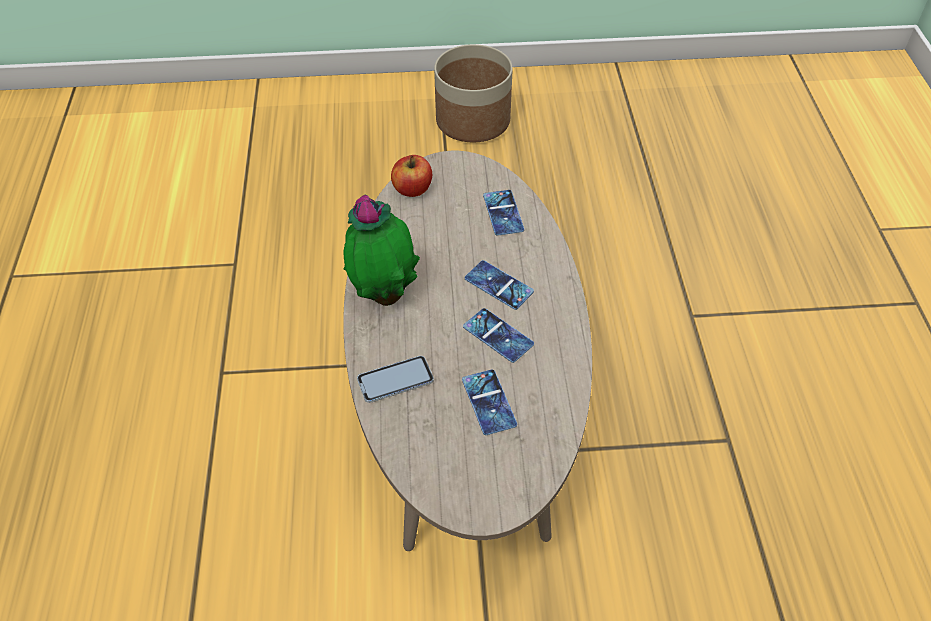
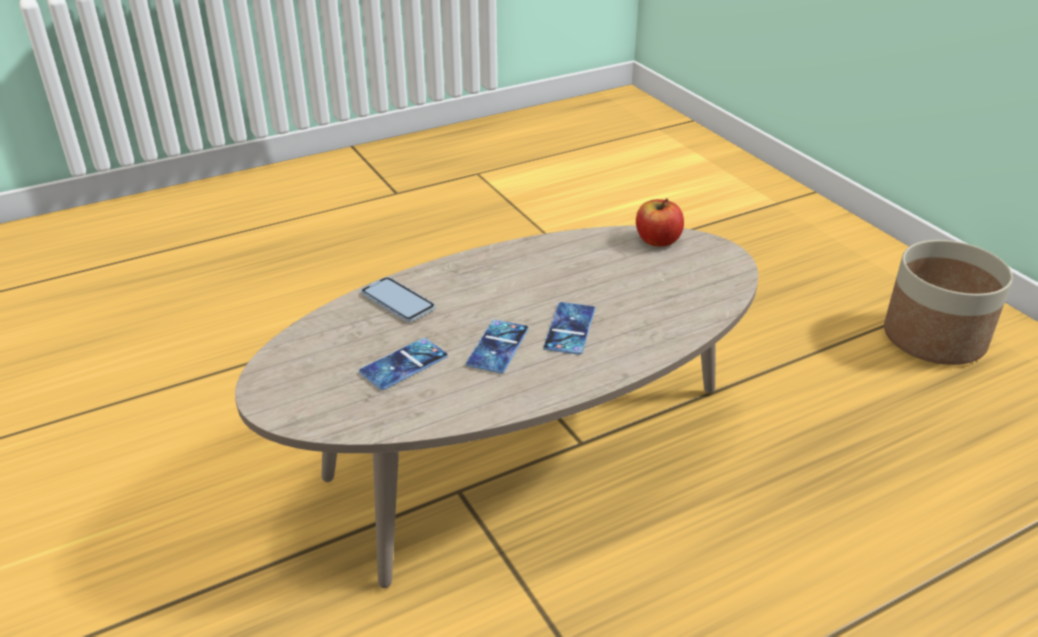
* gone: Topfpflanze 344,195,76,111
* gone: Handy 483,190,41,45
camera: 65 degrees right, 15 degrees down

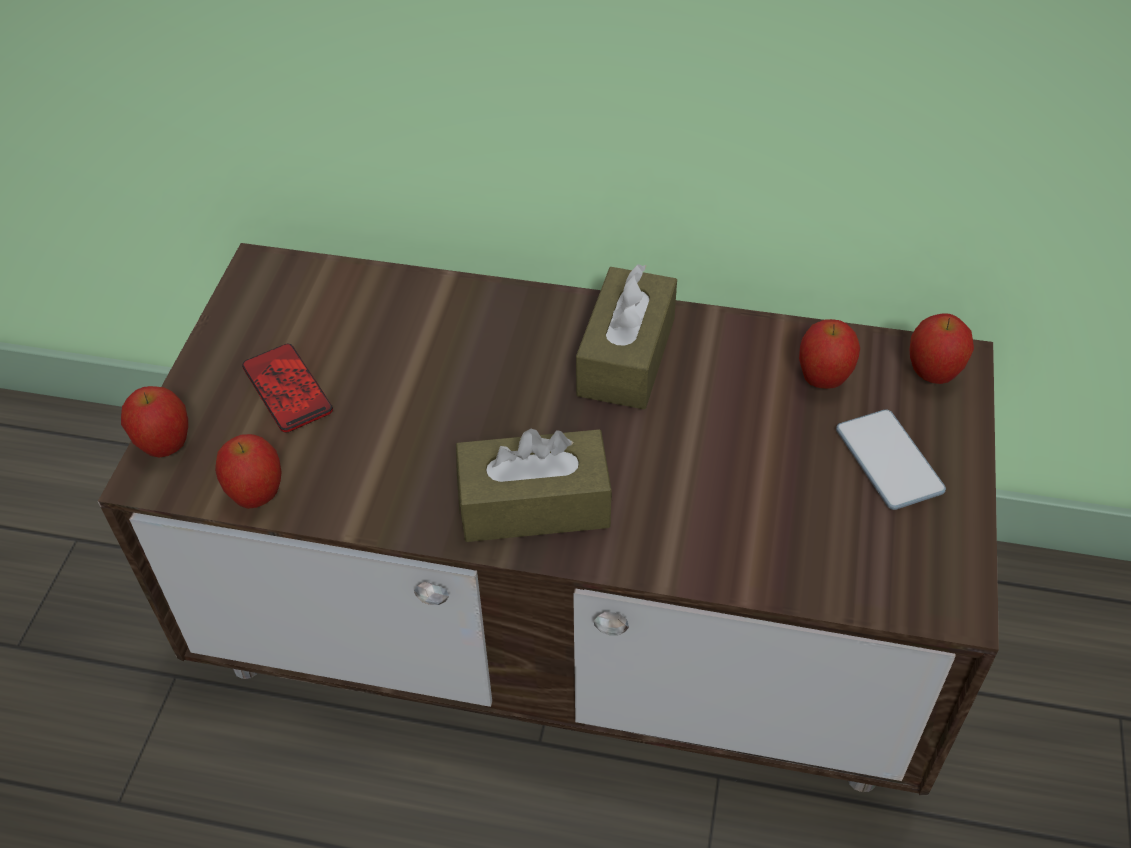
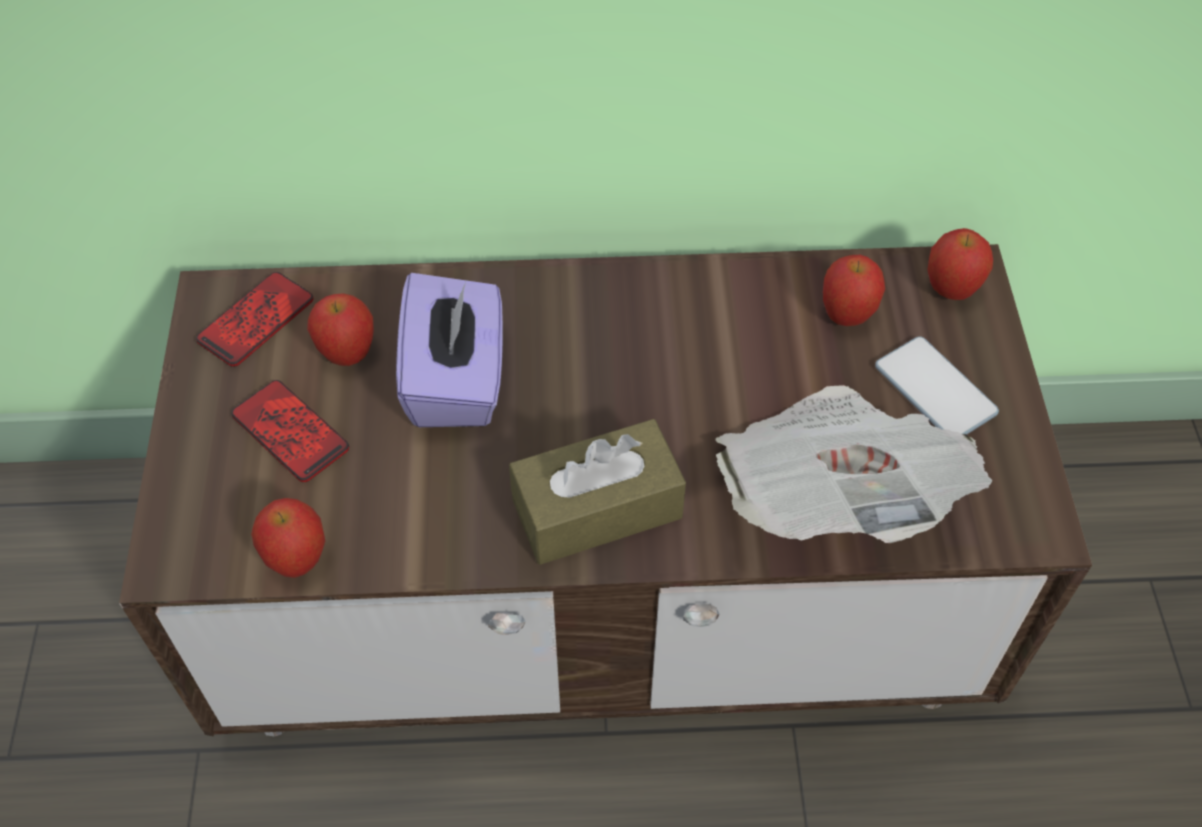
* new: Handy 196,272,118,95
* shifted: Apfel 121,386,67,71 to 307,294,67,72
* new: Taschentuchbox (lila) 396,273,107,154
* new: Zeitung 716,385,276,158
* gone: Taschentuchbox (braun) 576,264,101,145
camera: 15 degrees left, 5 degrees up

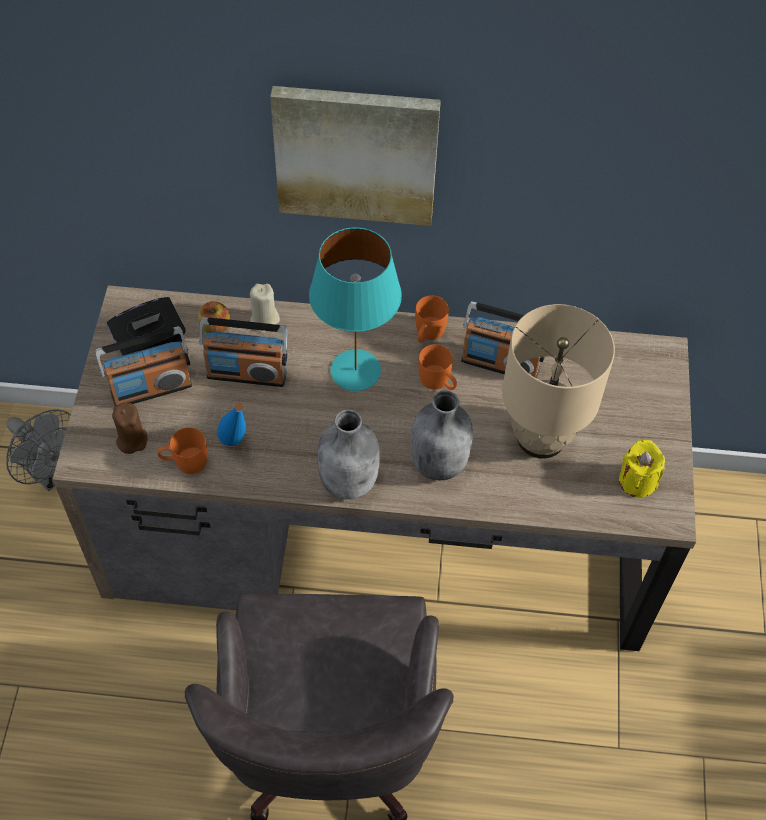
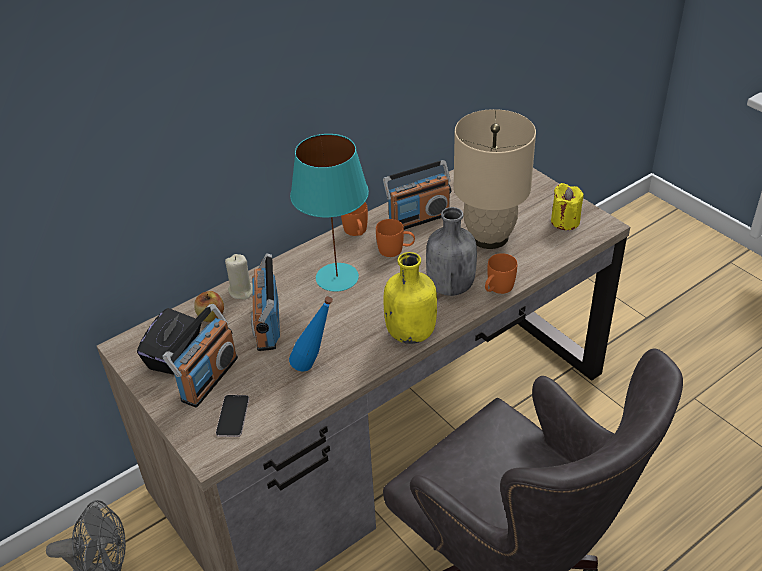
* swapped: Kerze (braun) 112,403,36,51 to Handy 216,395,33,42
* rotated: Radio 199,317,89,70 = 251,253,29,98 120 degrees clockwise
* repainted: Flasche (grau) 317,410,63,89 to Flasche (gelb) 383,252,54,92
* shifted: Henkelbecher (orange) 157,427,50,47 to 485,253,32,41
* gone: Bild 270,86,171,140
camera: 40 degrees left, 15 degrees down

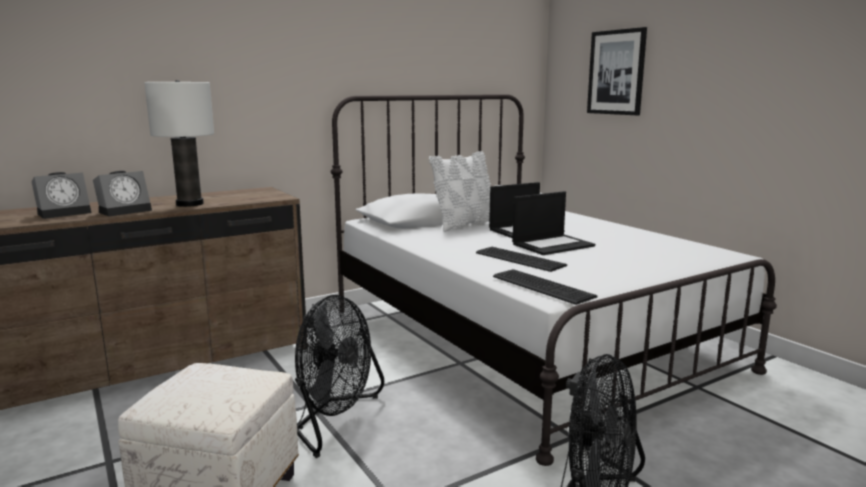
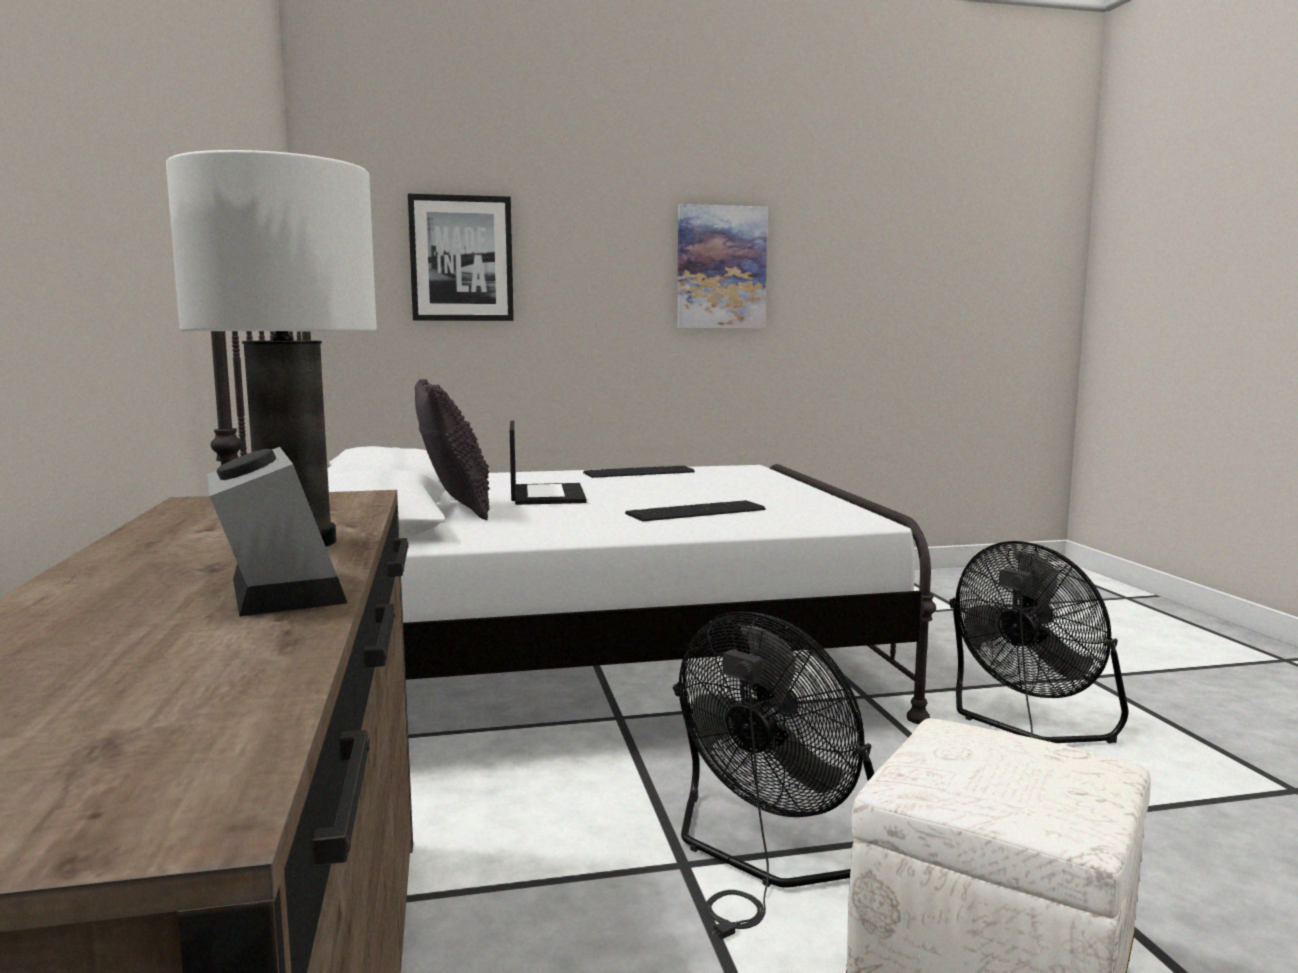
* repainted: Kissen (weiß) 429,151,62,81 to Kissen (schwarz) 415,379,75,141
* shifted: Tastatur 493,269,105,36 to 583,466,112,12
* new: Bild 677,204,91,124
* gone: Wecker 31,172,60,47
* gone: Laptop 512,191,83,64
camera: 70 degrees left, 5 degrees down

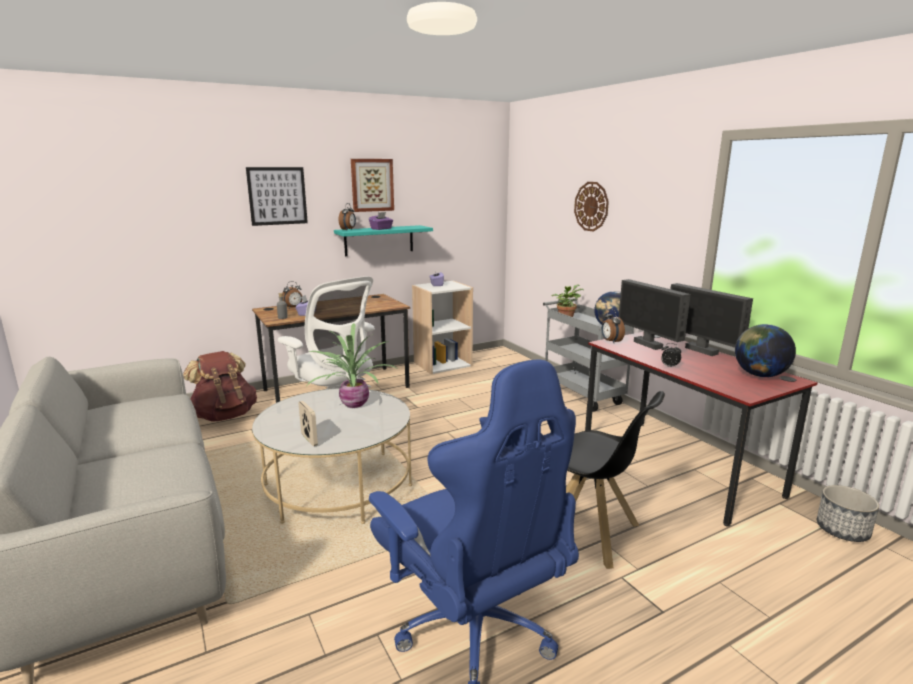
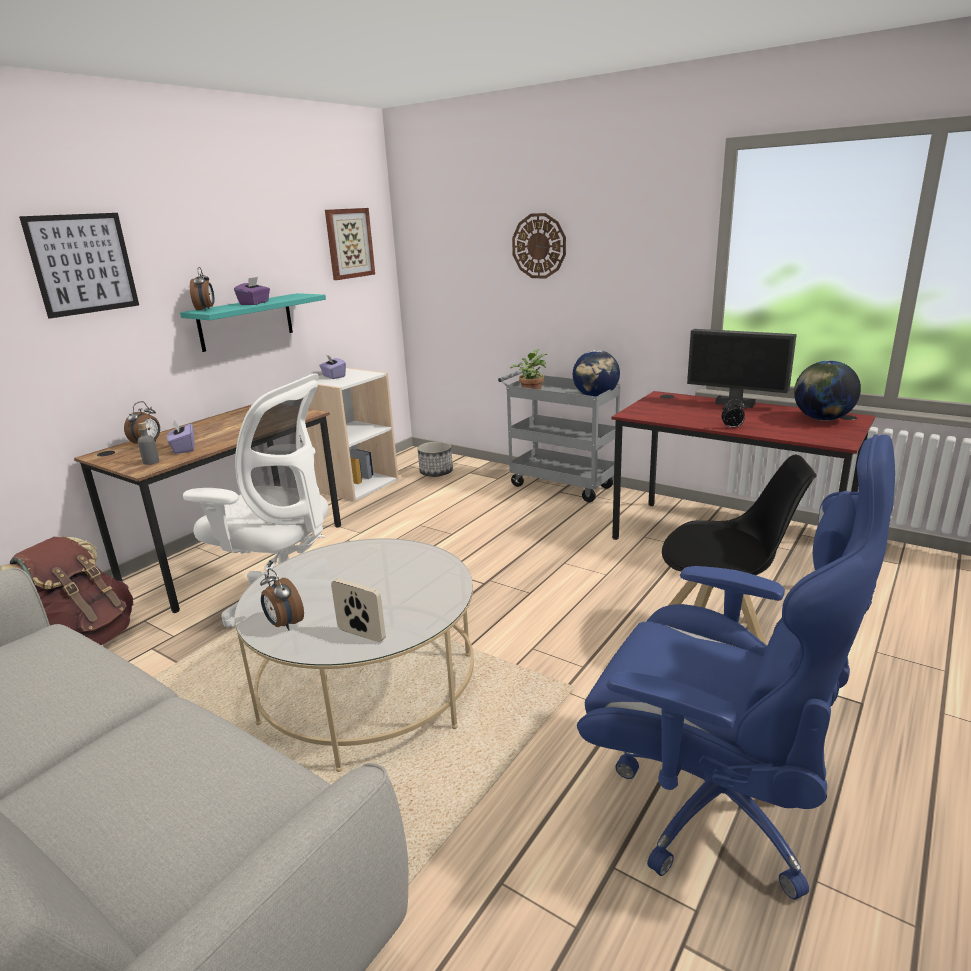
* shifted: Wecker 602,309,23,34 to 260,568,44,62
* shifted: Bild 351,159,43,53 to 325,208,50,72
* shifted: Pflanzkübel 817,485,62,57 to 417,442,36,35
* gone: Topfpflanze 307,323,90,85
* gone: Monitor 619,279,72,71
camera: 25 degrees left, 5 degrees up

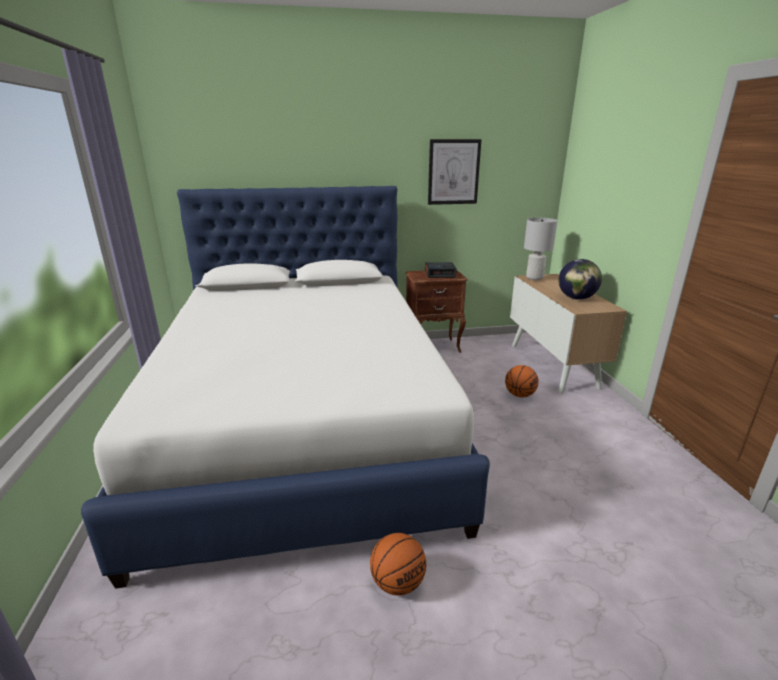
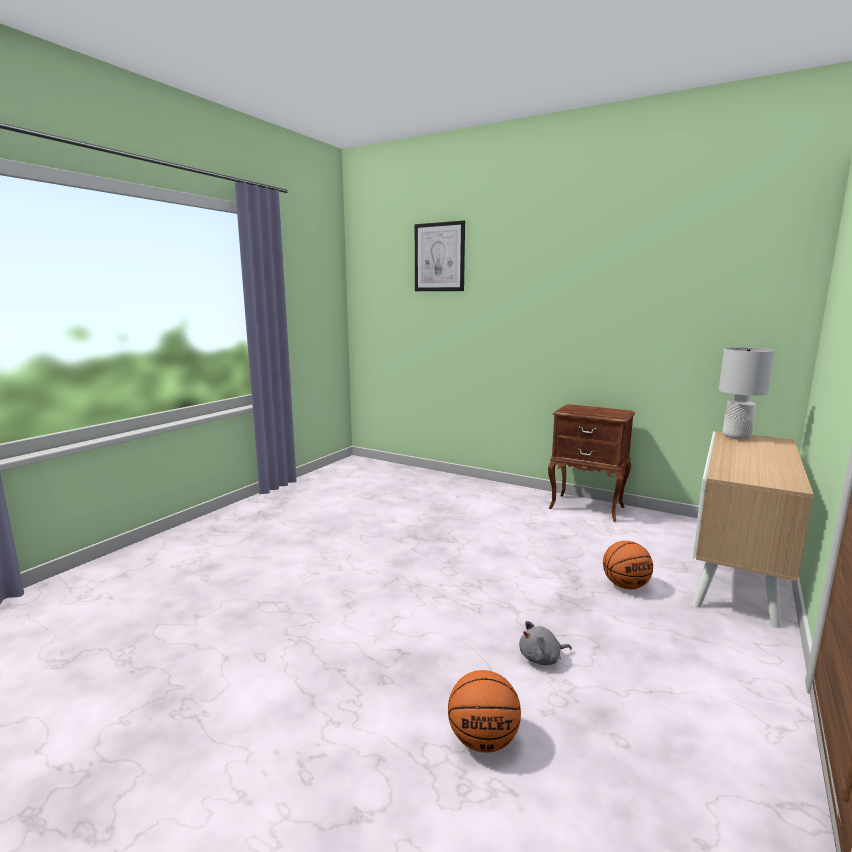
* shifted: Bild 428,139,53,66 to 415,220,50,71
* shifted: Basketball 370,533,56,62 to 448,670,73,83
* new: Plüschtier (grau) 519,621,53,44
* gone: Bett (weiß) 81,186,409,403
* gone: Wecker 425,262,32,16
* gone: Globus 559,259,43,40
camera: 40 degrees right, 10 degrees down

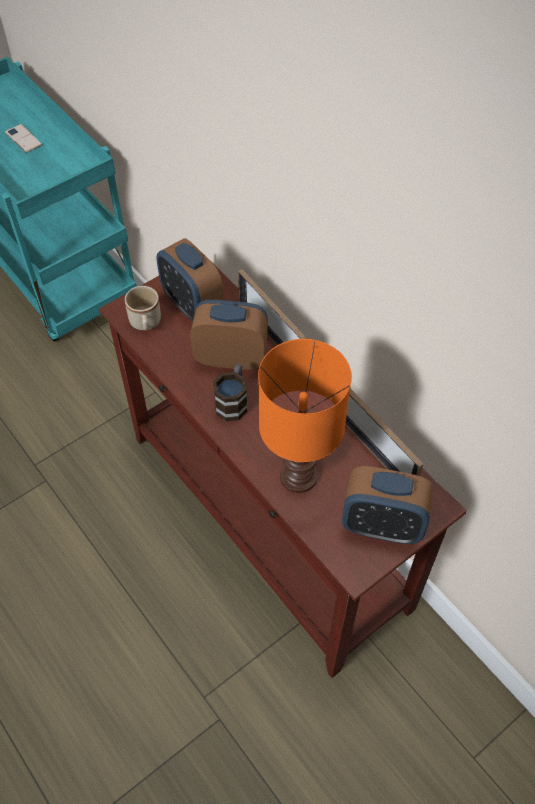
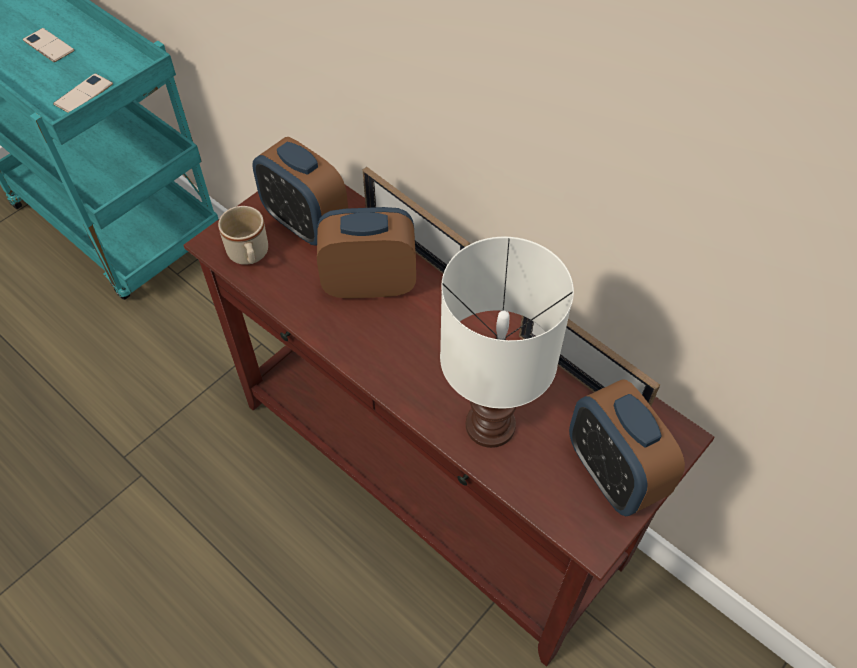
* new: Handy 53,73,60,40
* repainted: Tischlampe (orange) 258,339,94,154 to Tischlampe (weiß) 440,237,134,211
* rotated: Wecker 342,466,92,78 = 569,379,116,137 60 degrees clockwise
* gone: Henkelbecher 213,364,34,57
camera: 10 degrees left, 0 degrees up

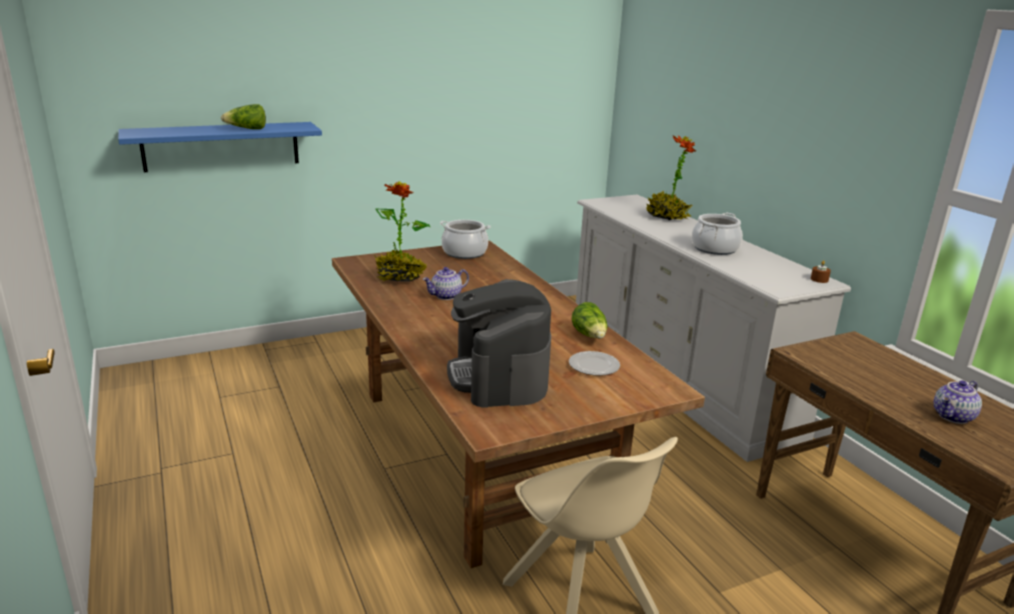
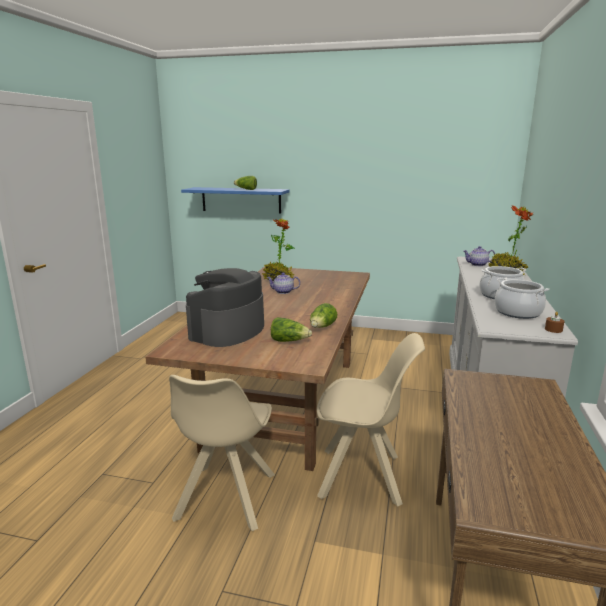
* swapped: Teller 569,351,51,25 to Salatkopf 271,317,41,25
* new: Stuhl (beige) 317,333,108,173
* shifted: Teekanne 934,380,48,44 to 464,246,31,20
* shifted: Kochtopf 440,220,51,39 to 494,278,55,41
camera: 40 degrees right, 5 degrees down

